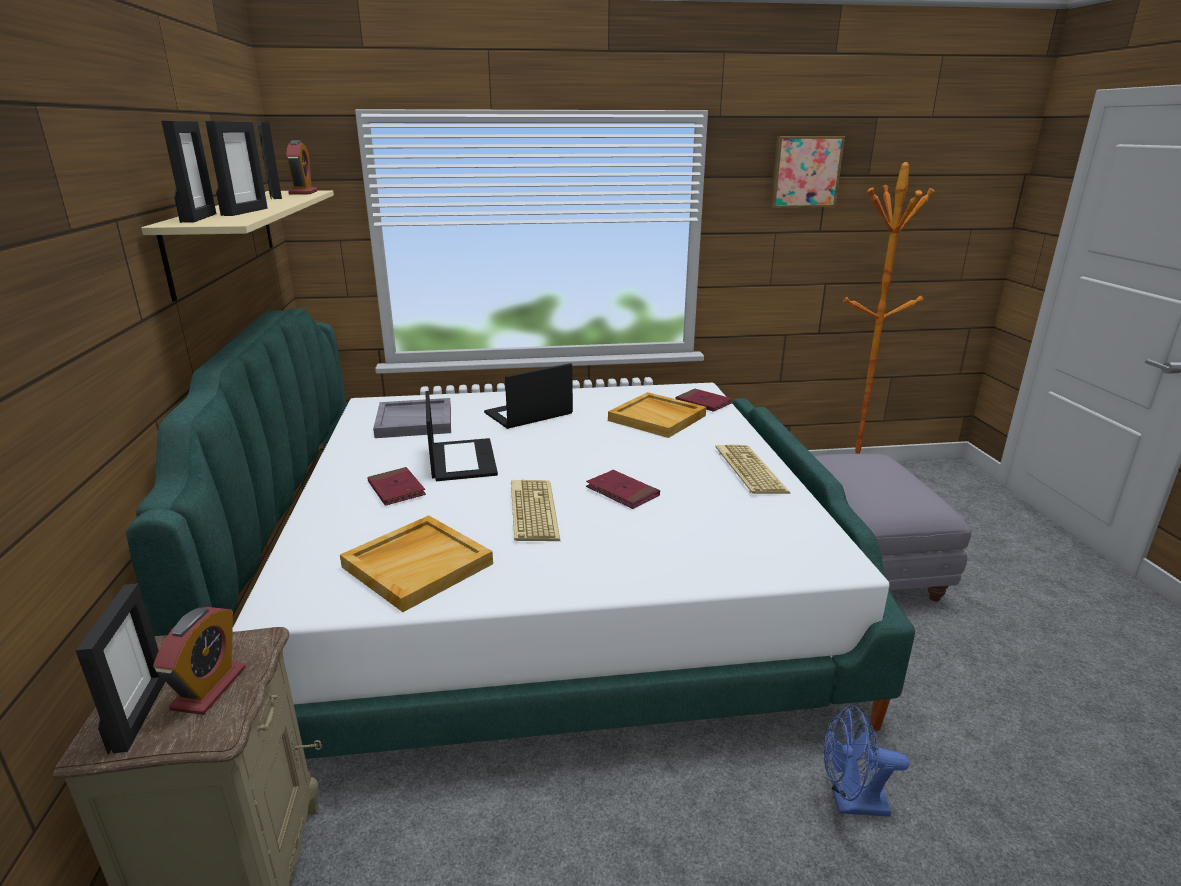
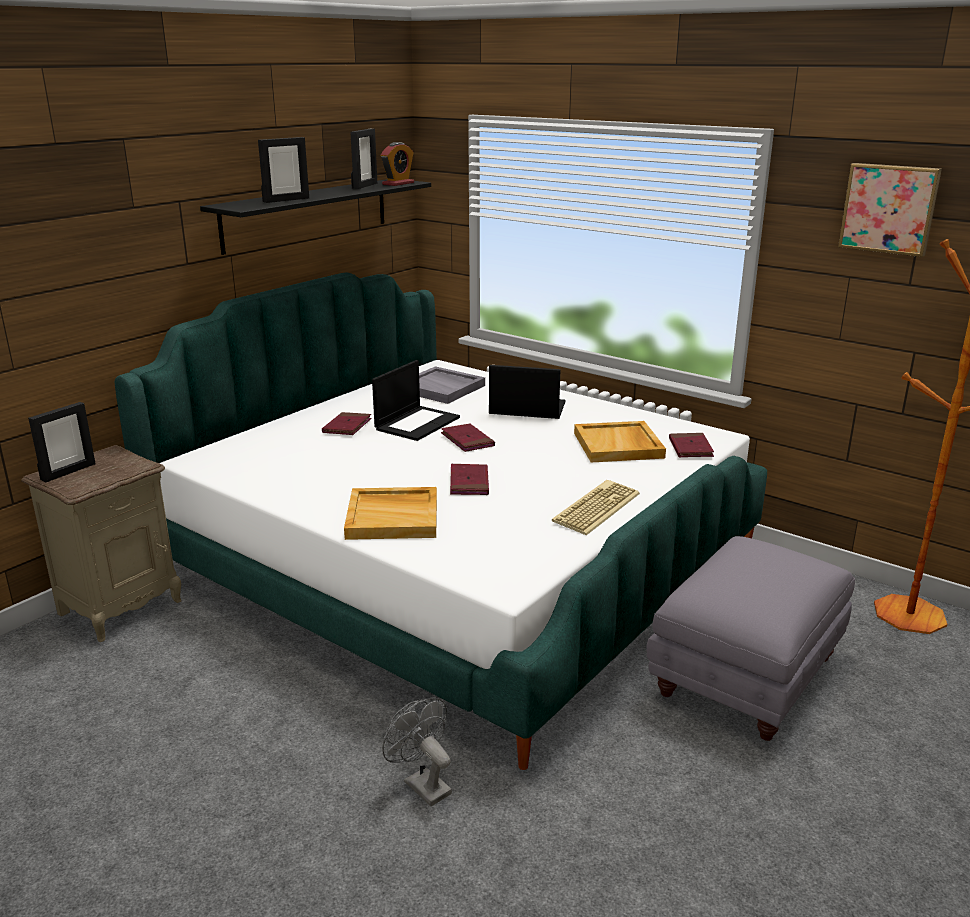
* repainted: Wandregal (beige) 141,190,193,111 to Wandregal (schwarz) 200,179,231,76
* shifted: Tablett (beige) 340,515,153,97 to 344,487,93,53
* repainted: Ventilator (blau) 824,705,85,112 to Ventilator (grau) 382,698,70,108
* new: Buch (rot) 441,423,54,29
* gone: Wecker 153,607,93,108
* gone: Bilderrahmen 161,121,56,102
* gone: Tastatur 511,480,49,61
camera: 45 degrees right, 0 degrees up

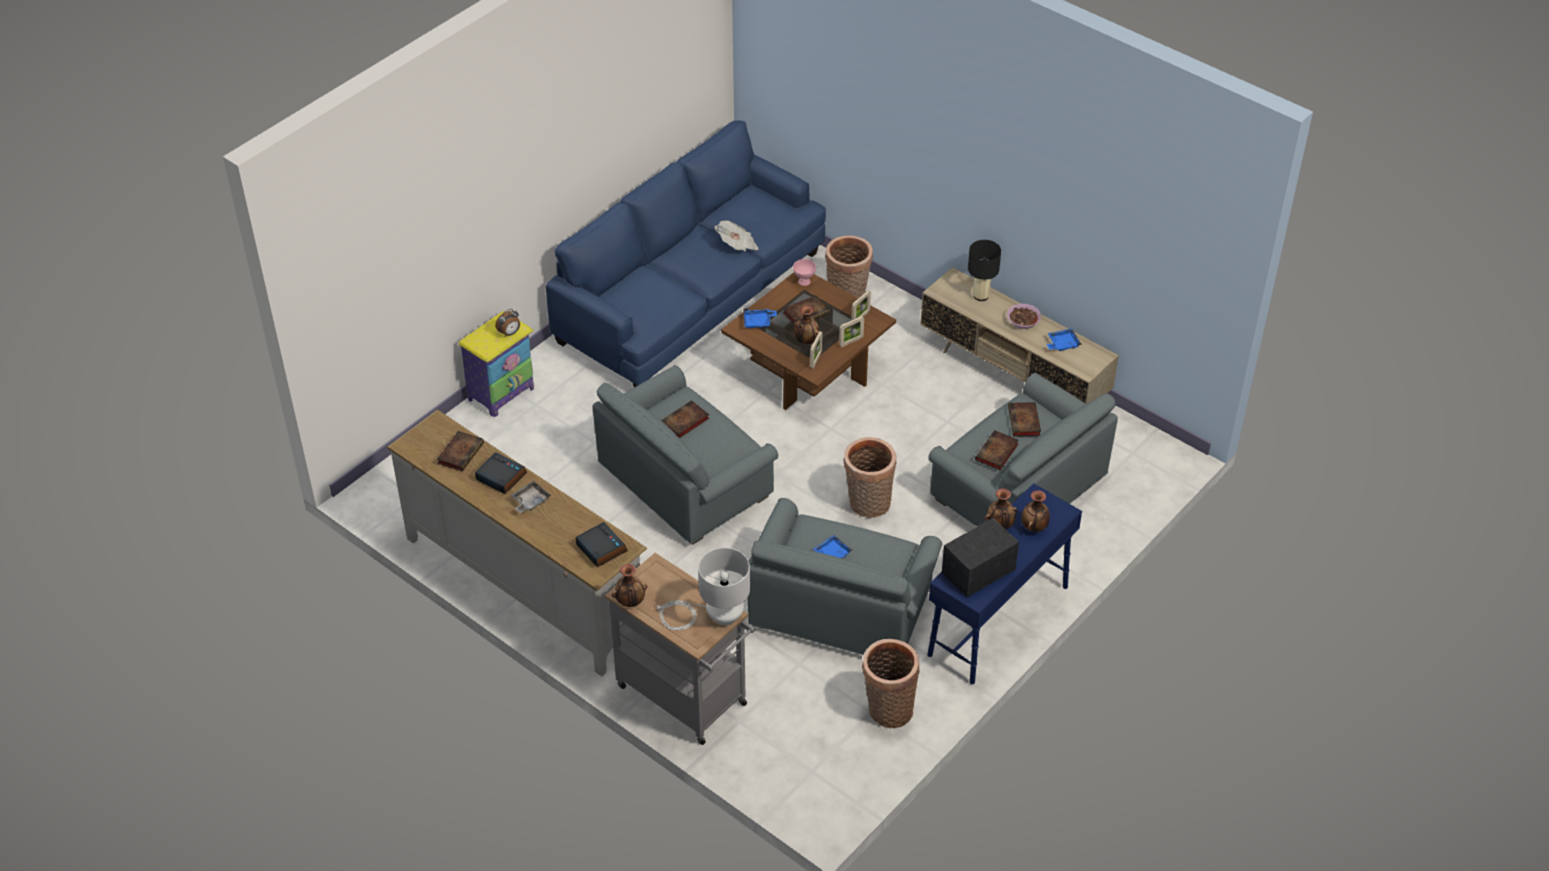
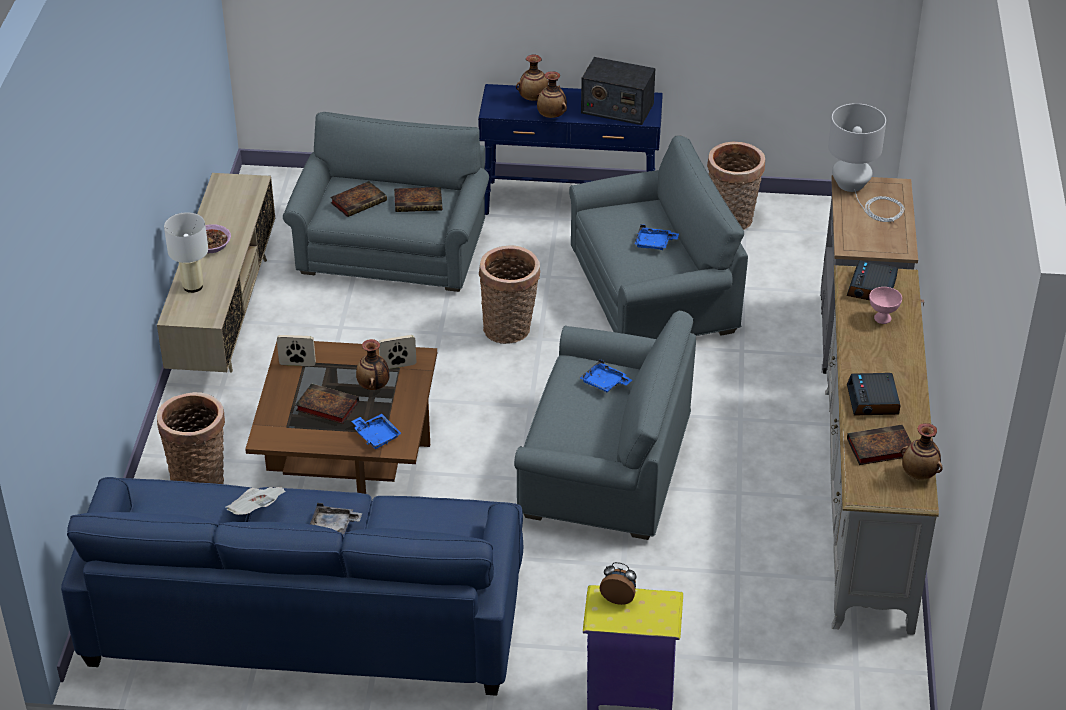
* repainted: Tischlampe (schwarz) 968,240,33,61 to Tischlampe (weiß) 164,212,44,81
* shifted: Tablett (grau) 511,481,40,32 to 310,503,52,32
* shifted: Tablett (blau) 1046,329,36,22 to 580,359,52,33
* shifted: Schüssel (rosa) 793,259,23,27 to 869,287,33,37
* shifted: Vase 612,564,35,43 to 901,423,42,57
* gone: Buch 661,400,48,38
* gone: Bilderrahmen 839,316,25,31
camera: 125 degrees left, 5 degrees down

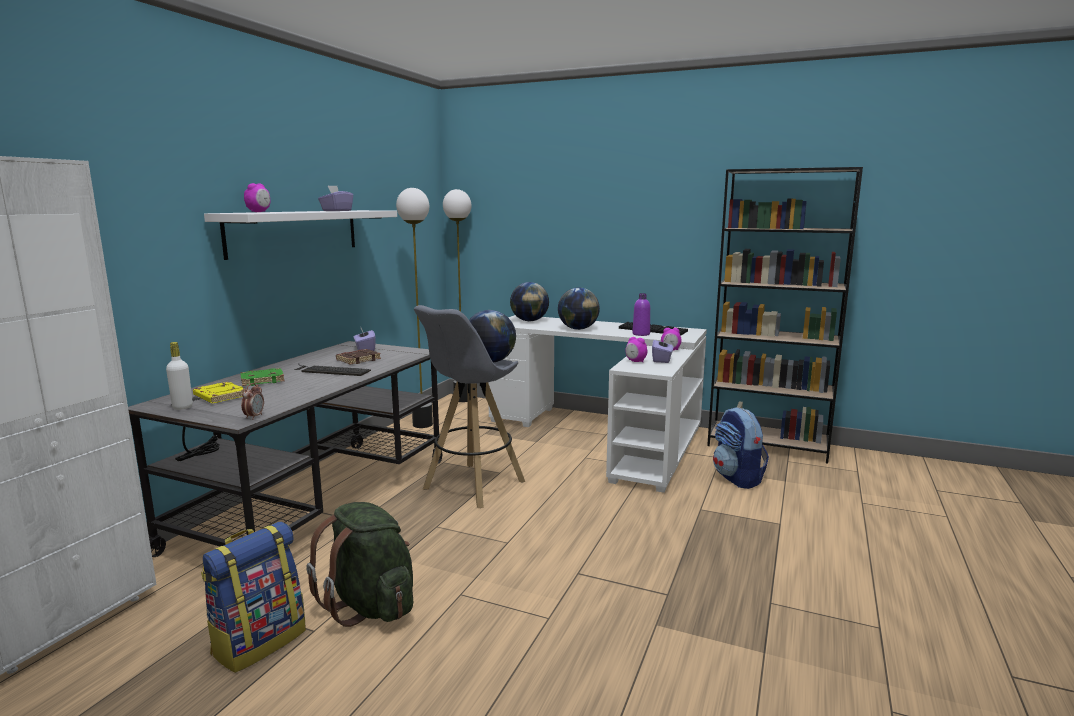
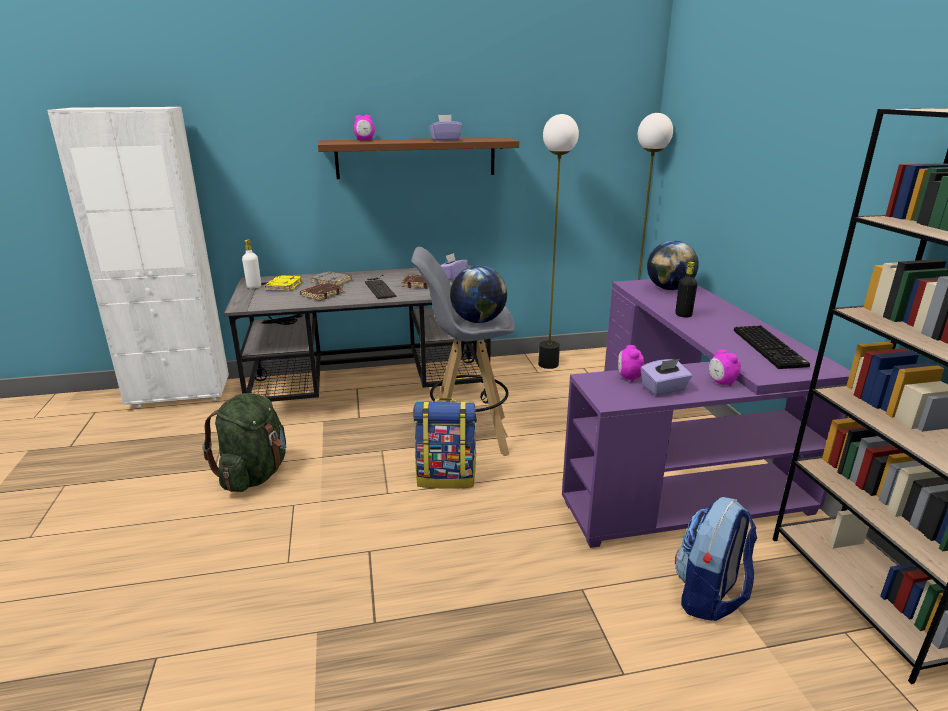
* new: Buch (braun) 300,283,44,18
* repainted: Buch (grün) 240,368,45,18 to Buch (grau) 311,271,41,14
* repainted: Wandregal (weiß) 204,210,193,50 to Wandregal (braun) 318,137,201,42
* shifted: Rucksack 201,522,105,151 to 413,398,64,91
* repainted: Schreibtisch (weiß) 488,315,219,178 to Schreibtisch (lila) 562,279,289,269
* swapped: Globus 558,288,42,42 to Flasche (schwarz) 675,262,22,56
* gone: Wecker 241,383,23,35
* gone: Flasche (lila) 632,293,18,43
camera: 55 degrees right, 10 degrees up

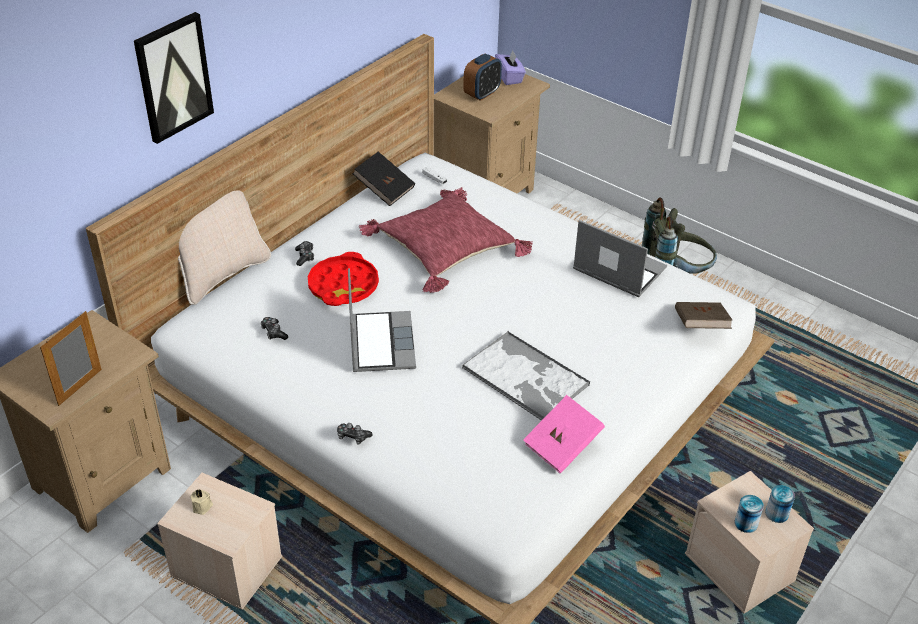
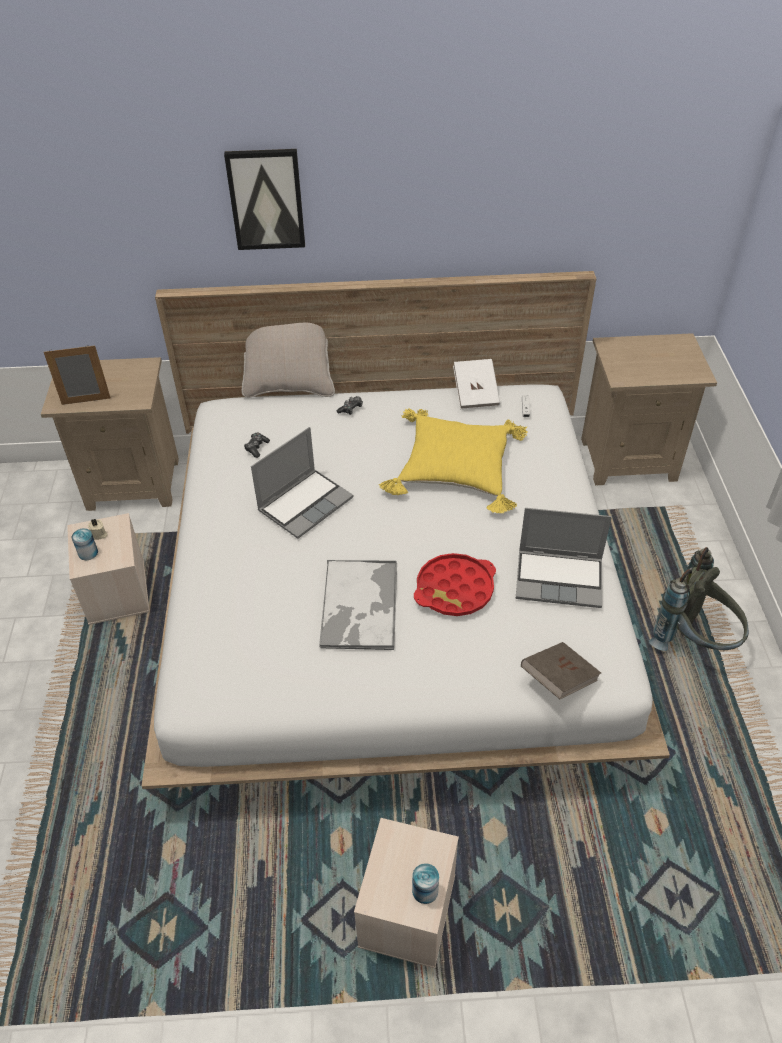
* shifted: Dose 735,495,29,38 to 72,528,26,32
* repainted: Kissen (rot) 359,187,173,106 to Kissen (gelb) 379,408,149,106
* shifted: Tablett (rot) 308,252,71,54 to 414,553,82,63
* repainted: Buch (schwarz) 353,152,62,54 to Buch (weiß) 453,359,47,50
* rotated: Laptop 573,220,94,77 = 516,508,96,100 105 degrees clockwise
* gone: Gamepad 337,423,35,21
* gone: Wecker 463,54,39,47
* gone: Taschentuchbox (lila) 495,50,31,35
* gone: Buch (rosa) 523,395,82,79
camera: 50 degrees right, 5 degrees up

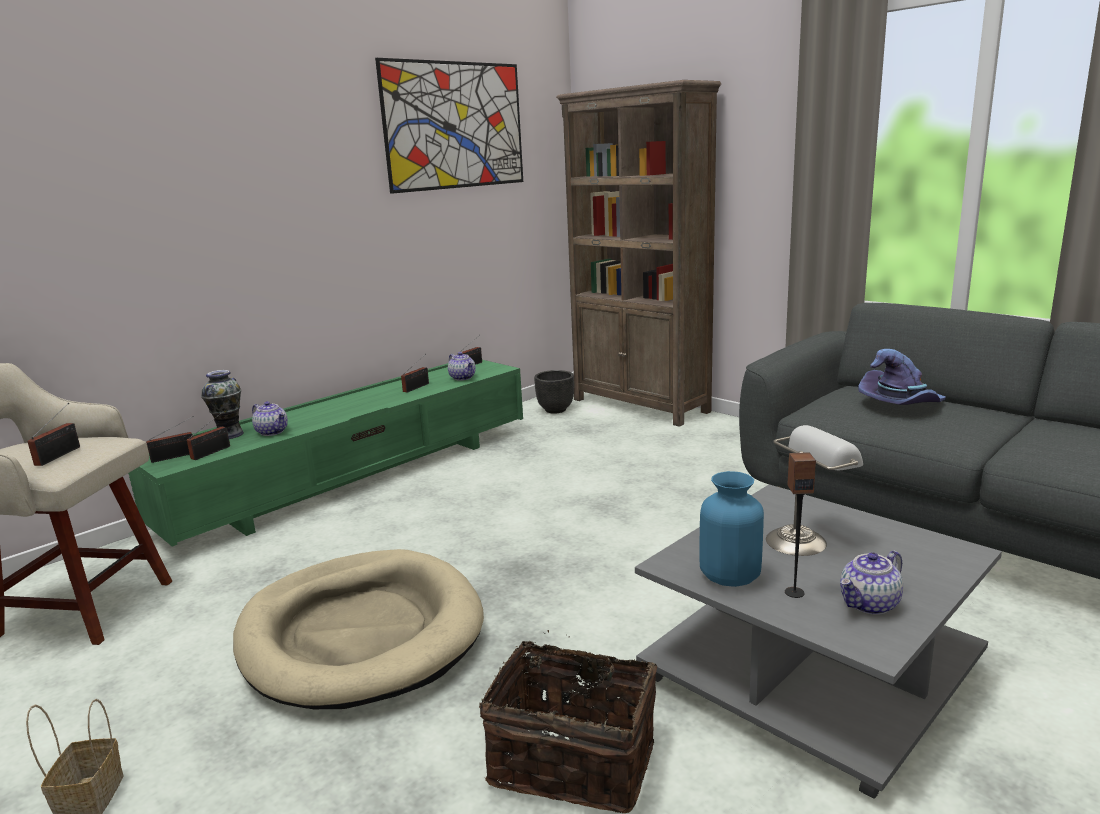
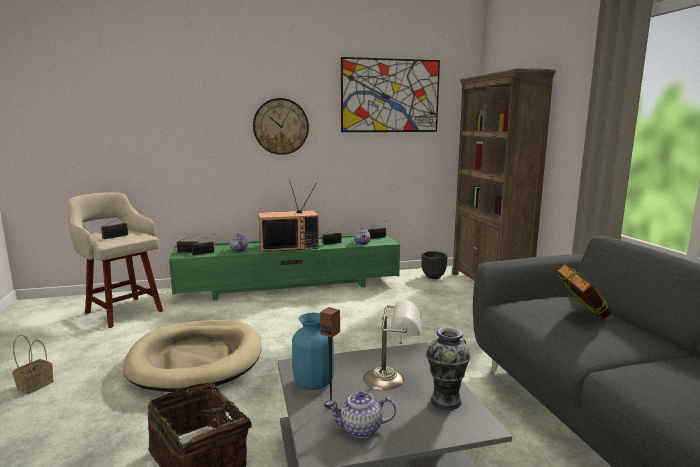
* new: Wanduhr 253,98,56,57
* new: Fernseher 258,180,61,72
* shifted: Vase 201,370,43,69 to 426,327,44,83
* swapped: Hut (lila) 858,349,88,56 to Buch 556,263,55,57
camera: 30 degrees right, 5 degrees down

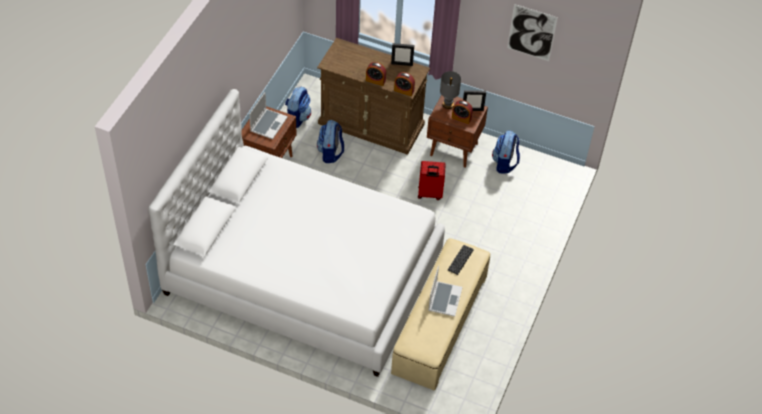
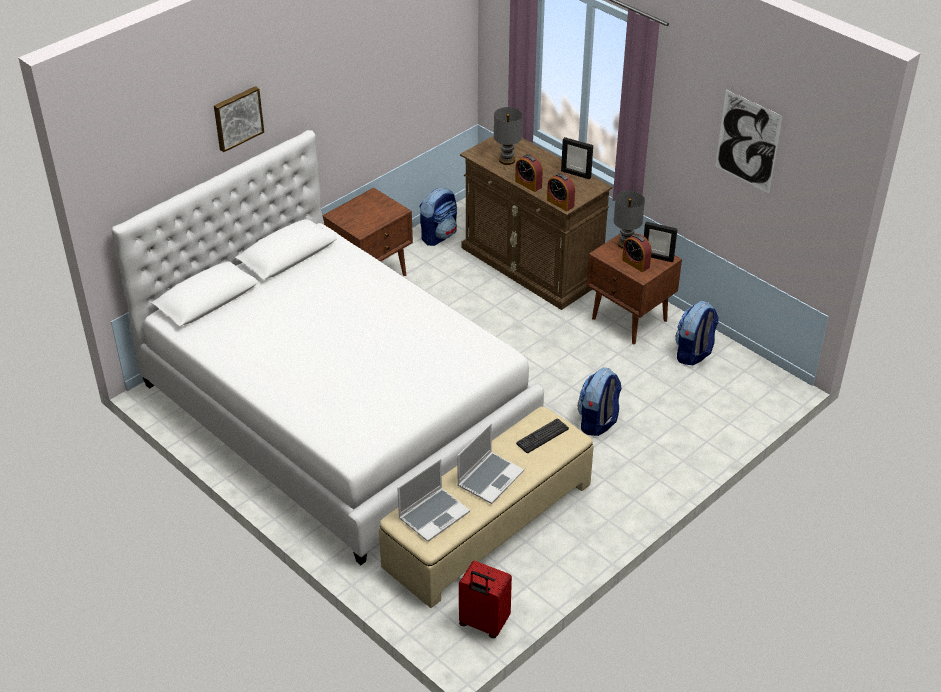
* new: Bild 214,86,50,66
* shifted: Laptop 249,92,39,47 to 397,459,73,83
* shifted: Koffer (rot) 418,161,28,39 to 459,561,53,77
* new: Tischlampe (grau) 494,107,28,58
* shifted: Rucksack 317,120,27,43 to 578,368,44,68
camera: 25 degrees right, 10 degrees down

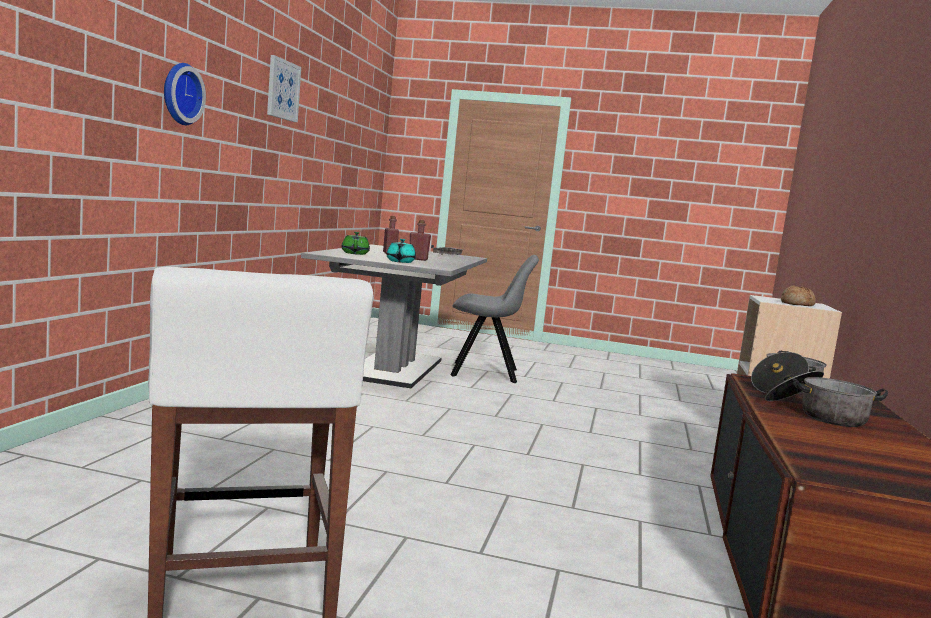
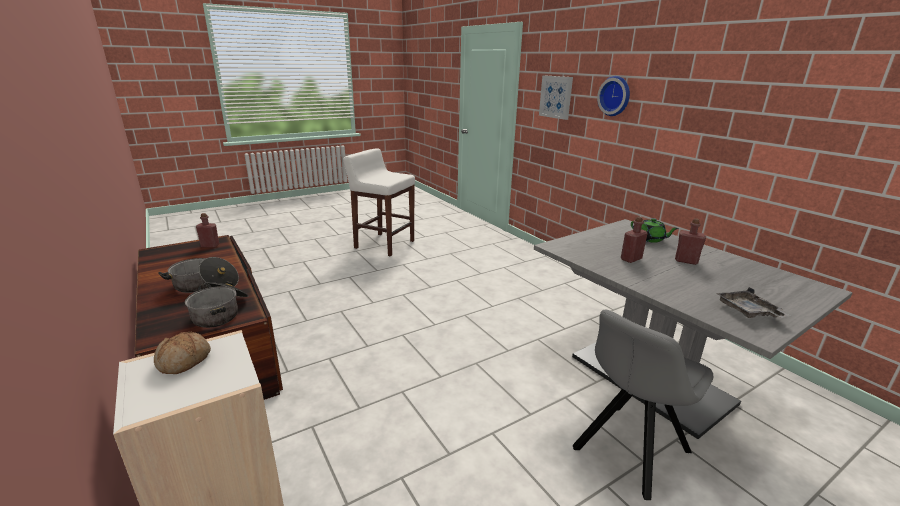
* new: Flasche (rot) 196,213,23,35
* shifted: Bild 267,55,34,67 to 539,75,34,45
* gone: Teekanne (türkis) 386,239,30,24
camera: 135 degrees right, 15 degrees up

